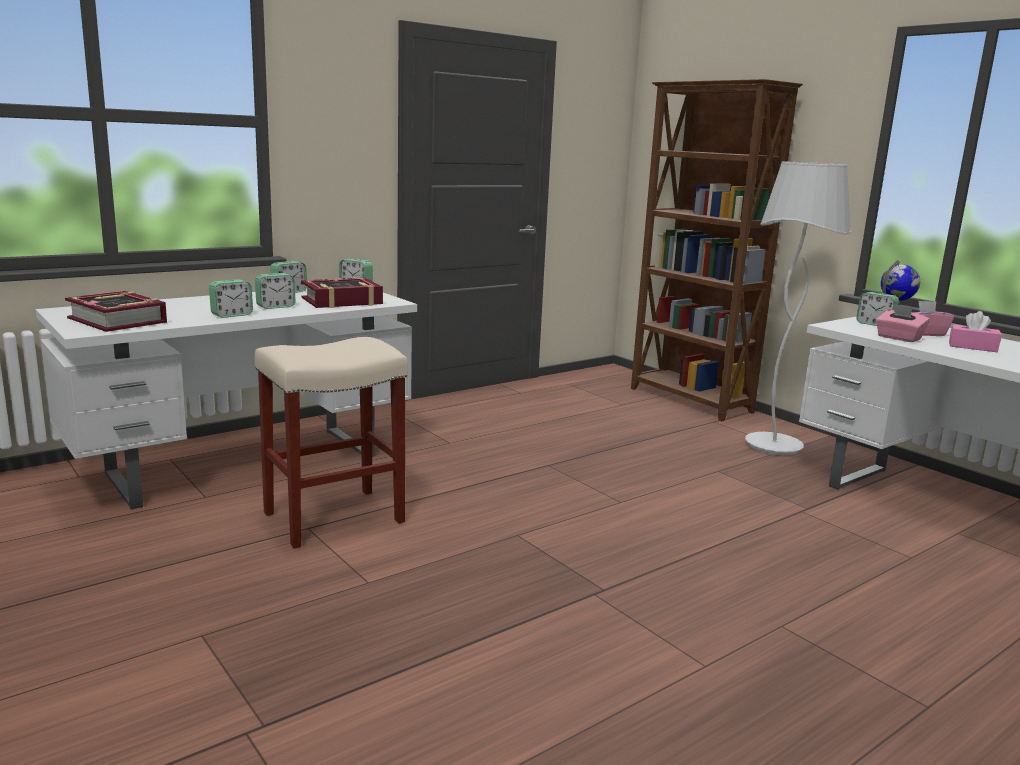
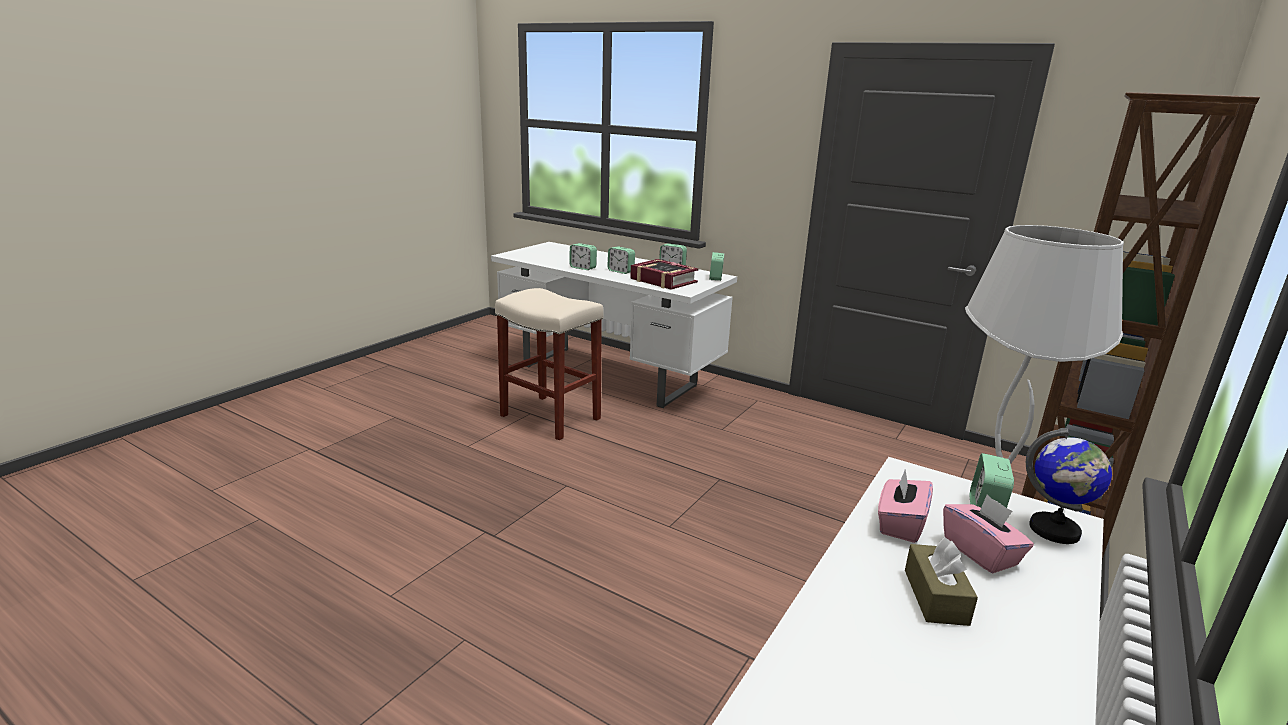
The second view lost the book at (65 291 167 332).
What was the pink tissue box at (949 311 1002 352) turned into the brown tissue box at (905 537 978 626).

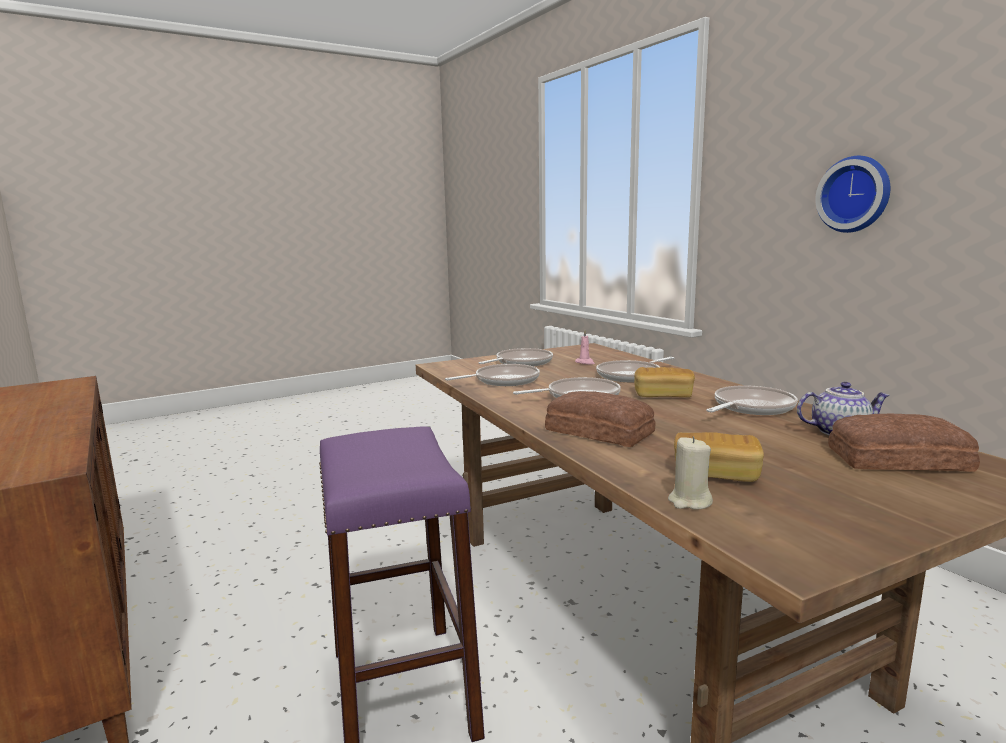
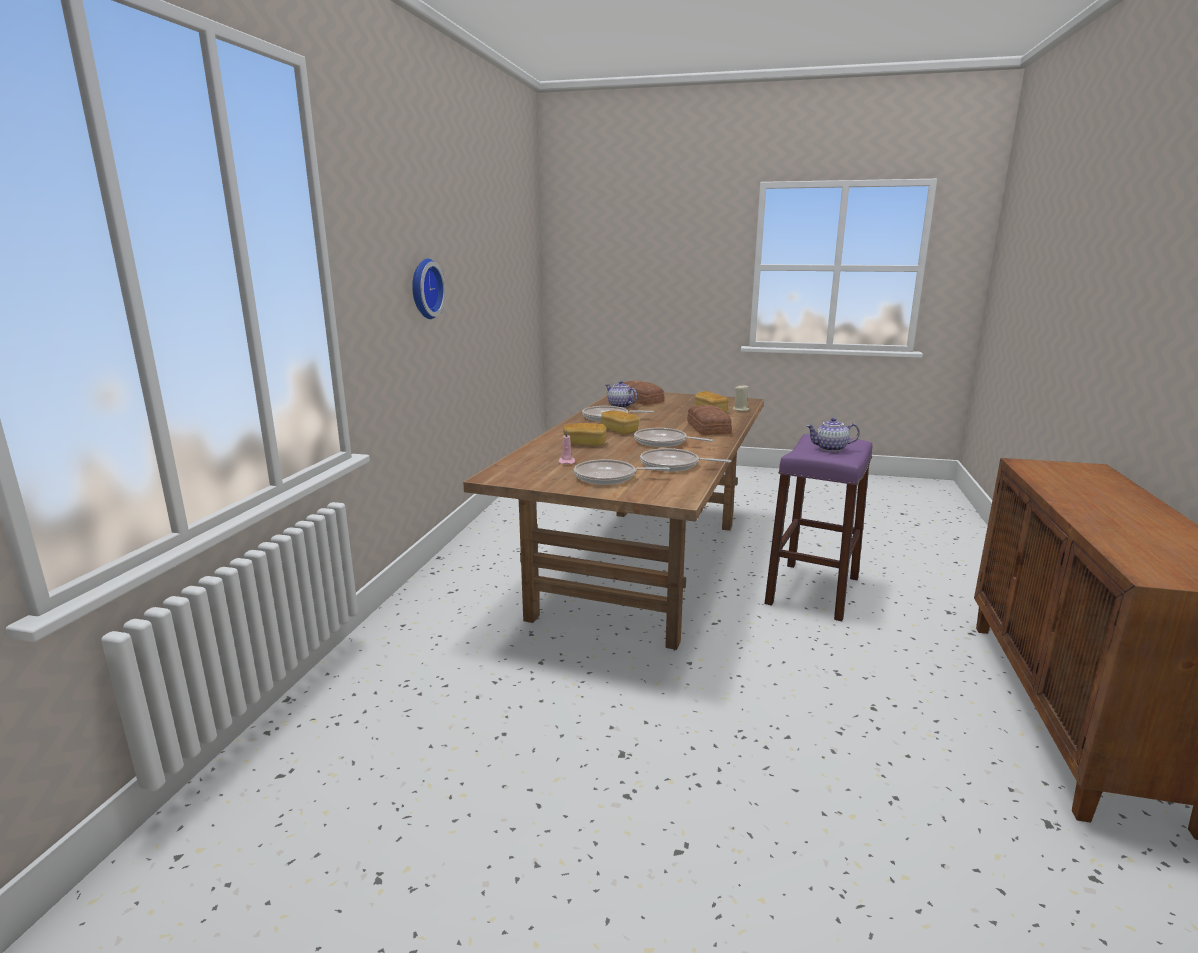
Where the frying pan stood at (596 357 674 382), the bread came to stand at (563 423 607 446).
The second view gained the teapot at (807 418 860 452).

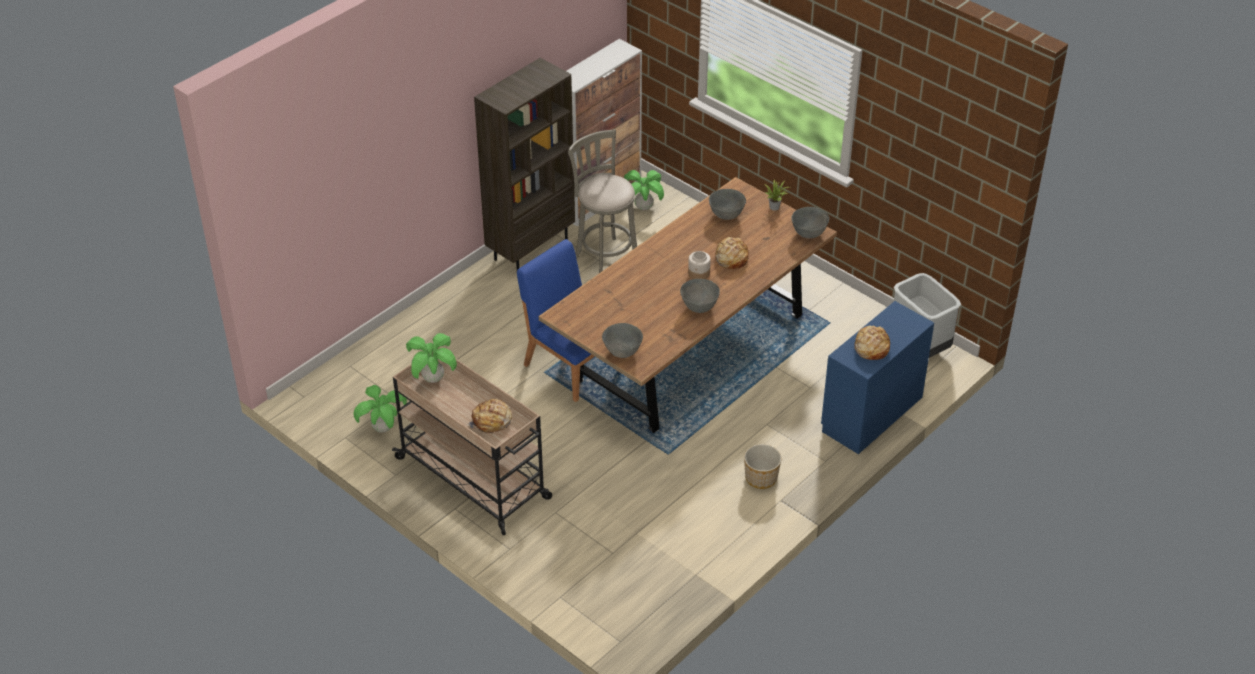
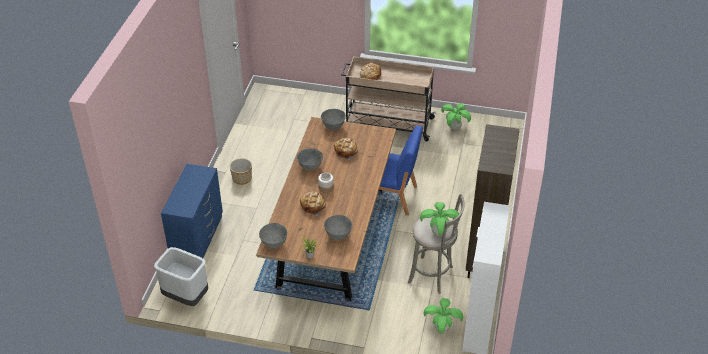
The bread ended up elsewhere, having gone from (854 325 890 360) to (334 138 358 160).
The potted plant ended up elsewhere, having gone from (406 333 457 383) to (420 202 460 236).

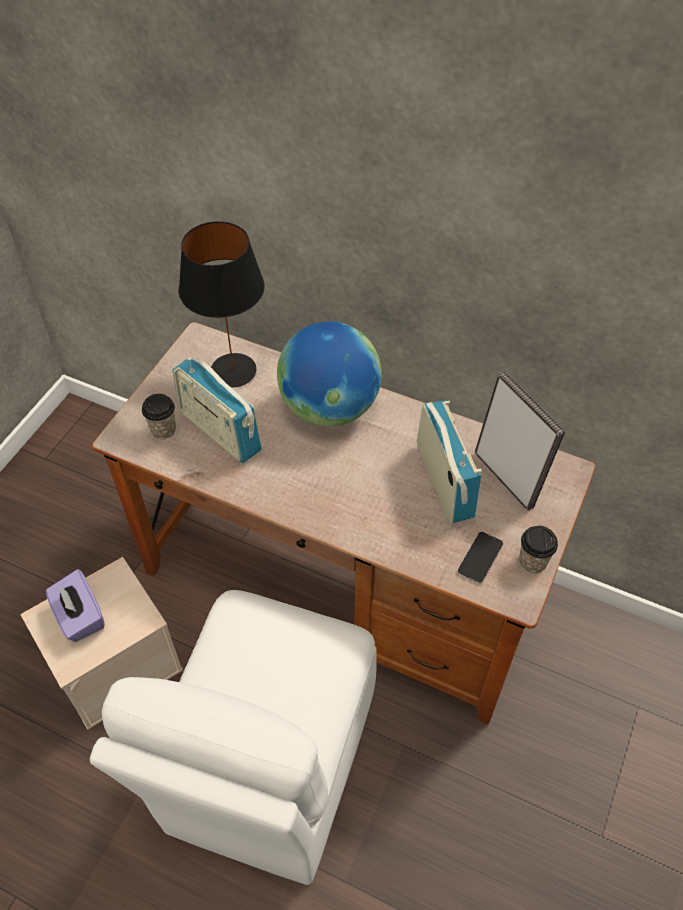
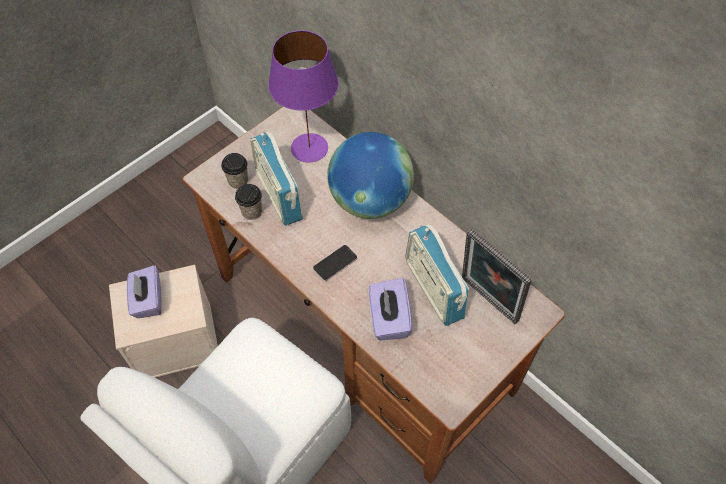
What was the black table lamp at (179 221 265 387) turned into the purple table lamp at (268 30 339 163).
The picture frame at (475 372 565 511) ended up facing another way, 150 degrees clockwise from before.
The radio at (417 400 482 523) ended up facing another way, 150 degrees clockwise from before.
The cup ended up elsewhere, having gone from (519 526 558 574) to (235 184 262 220).
The phone ended up elsewhere, having gone from (457 531 504 584) to (313 245 357 281).
The second view gained the purple tissue box at (369 278 412 341).

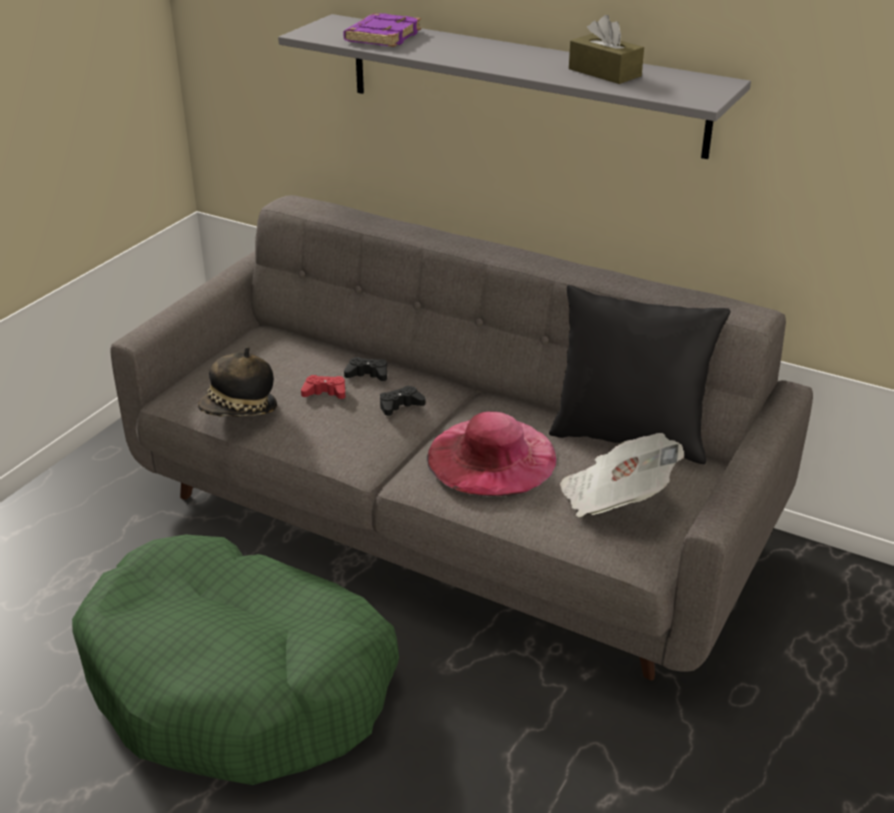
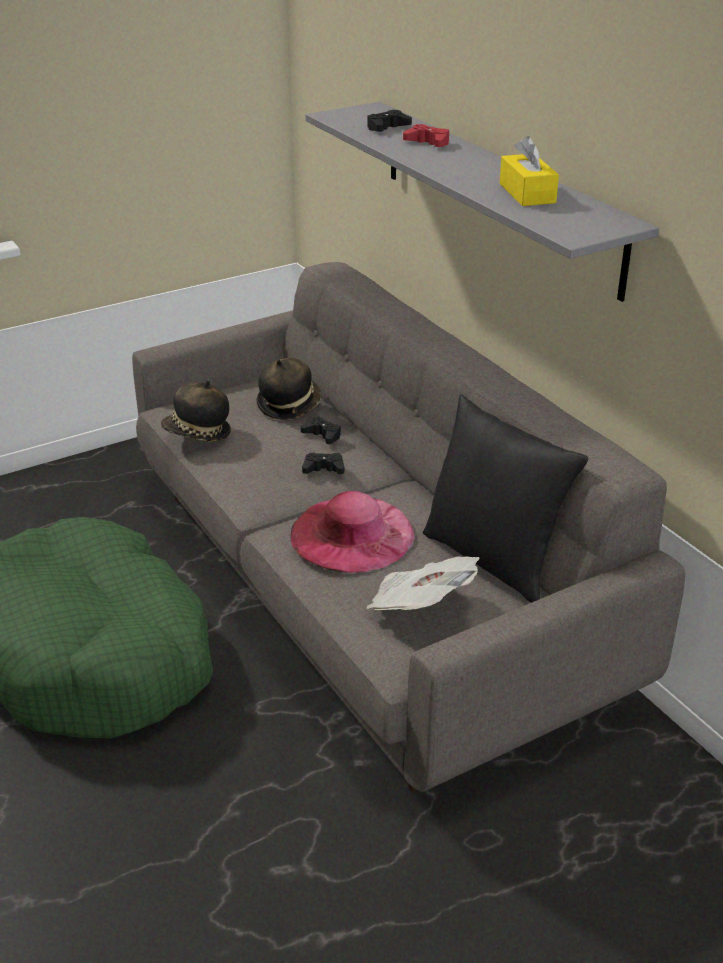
Where the purple book stood at (343 13 421 47), the black game controller came to stand at (367 110 412 132).
What was the brown tissue box at (569 15 644 84) turned into the yellow tissue box at (500 136 559 206).
The red game controller ended up elsewhere, having gone from (301 375 345 399) to (403 124 449 147).
The second view gained the hat at (256 358 321 420).

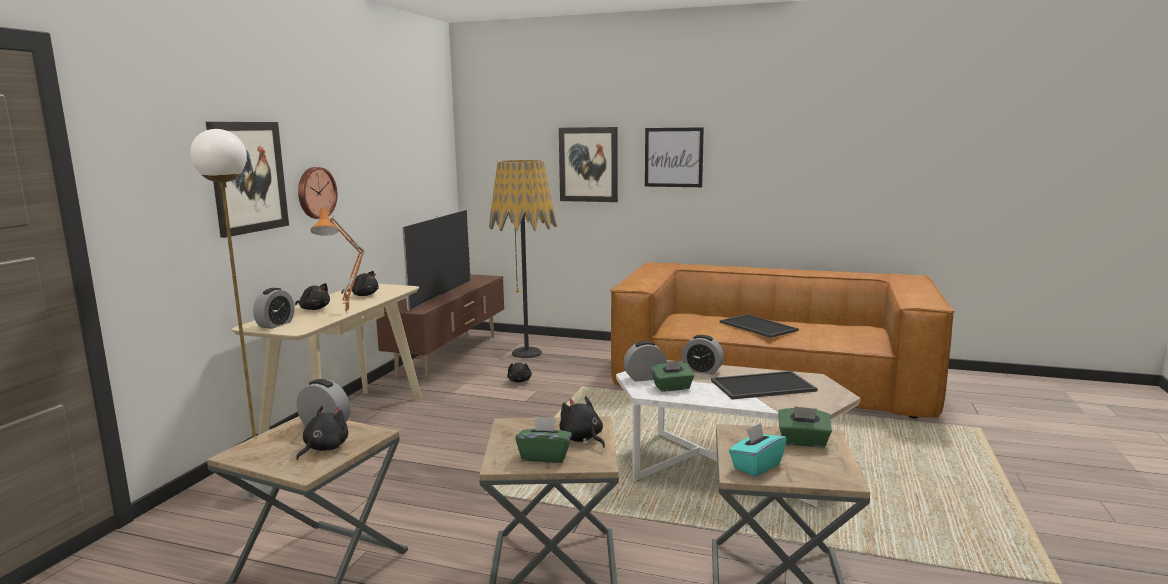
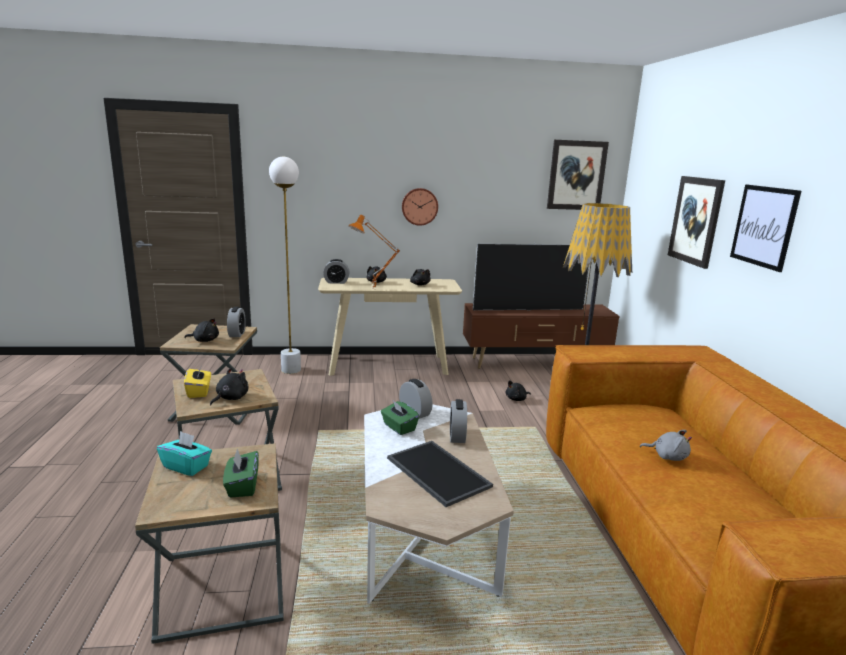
The picture ended up elsewhere, having gone from (206 122 289 238) to (547 140 609 210).
Where the tray stood at (720 314 799 338), the grey plush toy came to stand at (640 430 692 461).
What was the green tissue box at (515 416 572 463) turned into the yellow tissue box at (184 365 211 398).

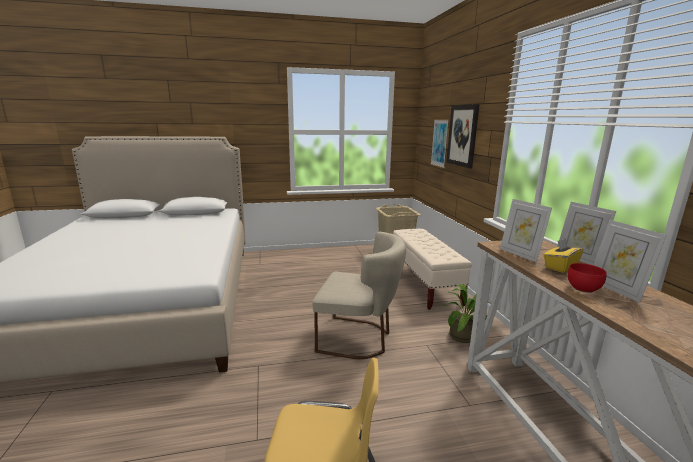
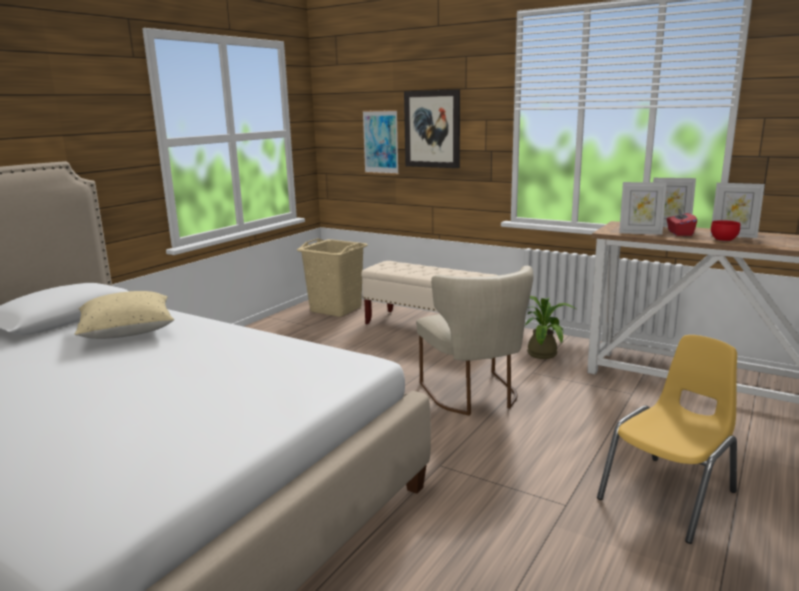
The beige chair at (312 232 406 359) ended up facing another way, 105 degrees clockwise from before.
What was the yellow tissue box at (544 238 583 273) turned into the red tissue box at (666 207 697 236).
The second view gained the beige pillow at (75 291 174 339).

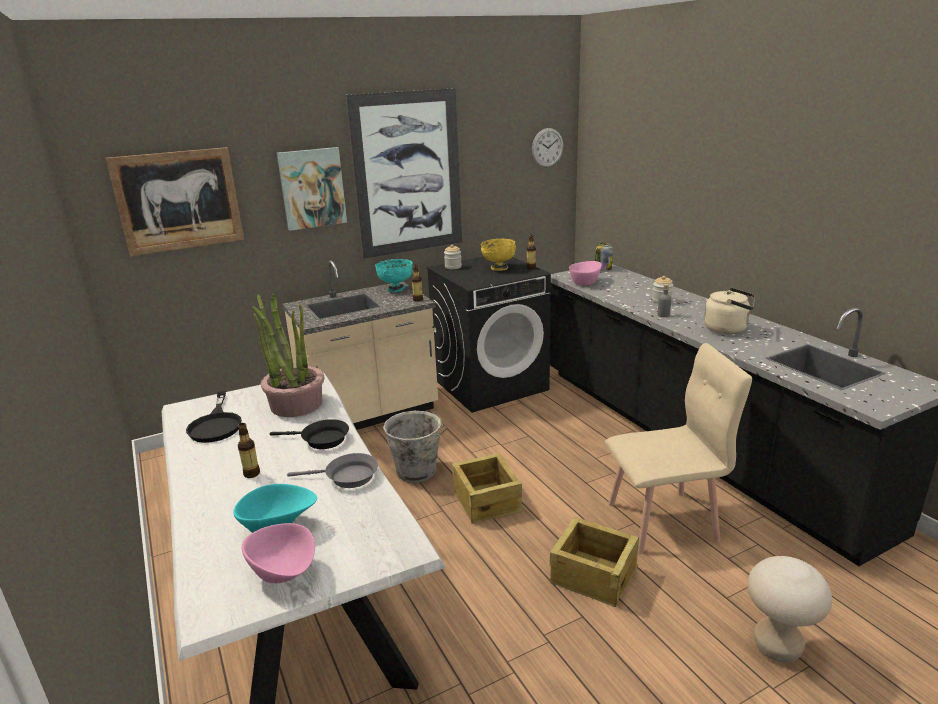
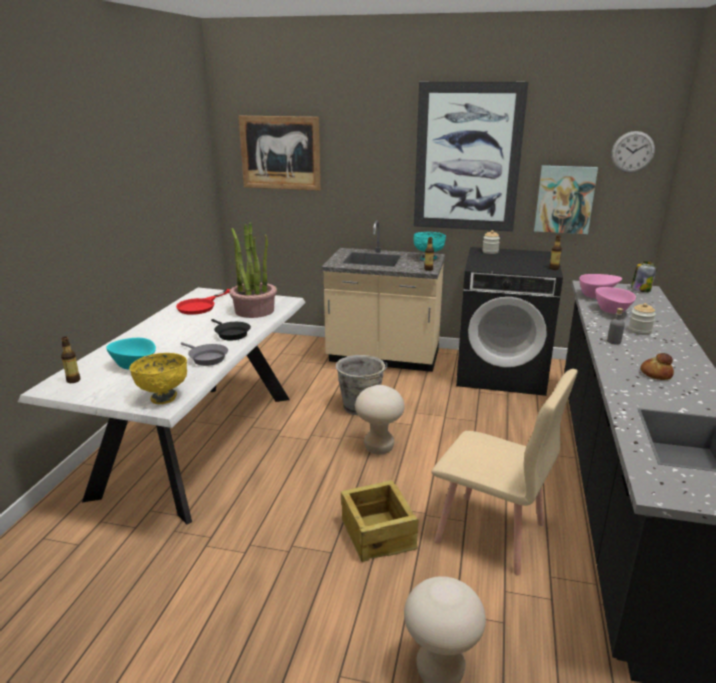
The picture ended up elsewhere, having gone from (277 147 347 231) to (534 165 598 234).
The yellow bowl ended up elsewhere, having gone from (481 239 516 271) to (130 353 187 404).
Where the beige kettle stood at (704 288 755 334), the bread came to stand at (640 353 674 380).
What was the black frying pan at (186 391 242 443) turned into the red frying pan at (176 289 230 315).
The bottle ended up elsewhere, having gone from (238 423 260 478) to (61 337 80 383).
Where the crate stood at (452 453 523 524), the beige stool came to stand at (355 385 405 455).
The pink bowl ended up elsewhere, having gone from (242 523 315 583) to (595 287 636 314).

